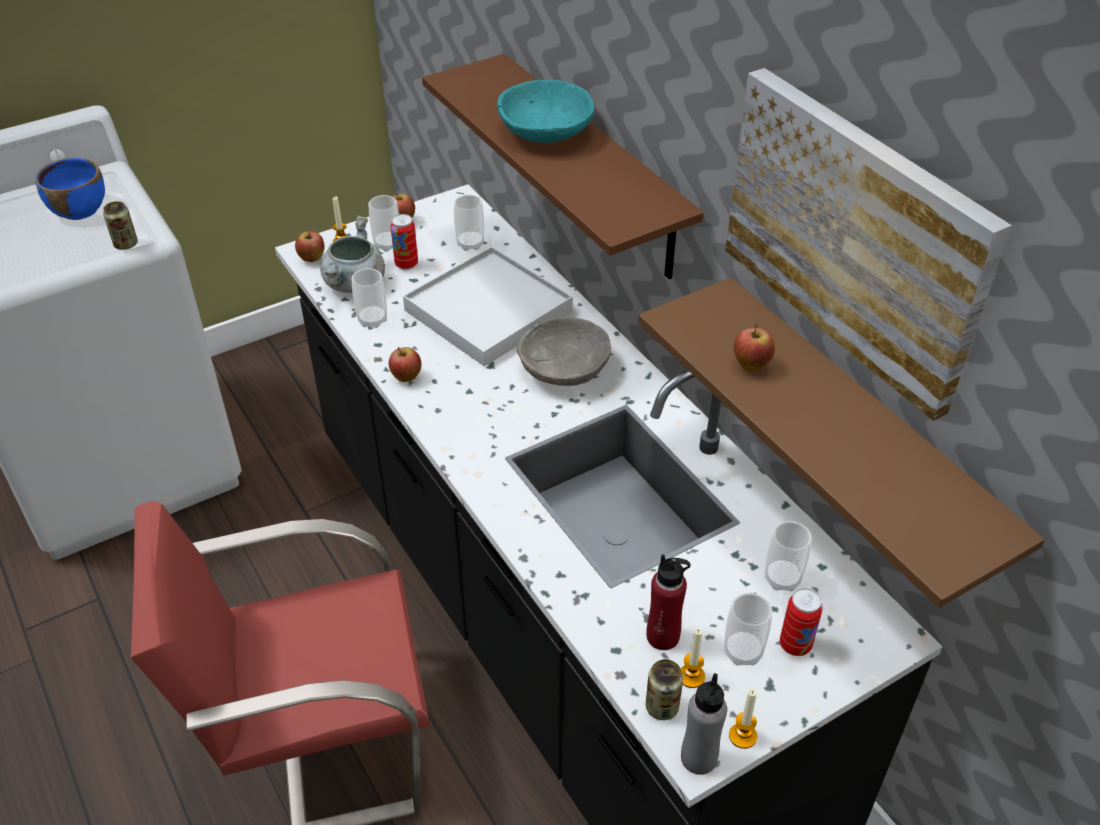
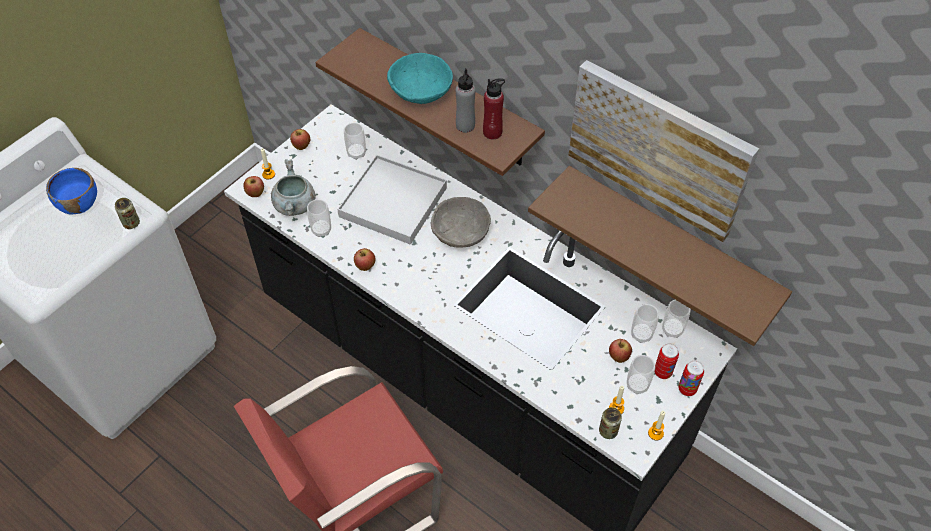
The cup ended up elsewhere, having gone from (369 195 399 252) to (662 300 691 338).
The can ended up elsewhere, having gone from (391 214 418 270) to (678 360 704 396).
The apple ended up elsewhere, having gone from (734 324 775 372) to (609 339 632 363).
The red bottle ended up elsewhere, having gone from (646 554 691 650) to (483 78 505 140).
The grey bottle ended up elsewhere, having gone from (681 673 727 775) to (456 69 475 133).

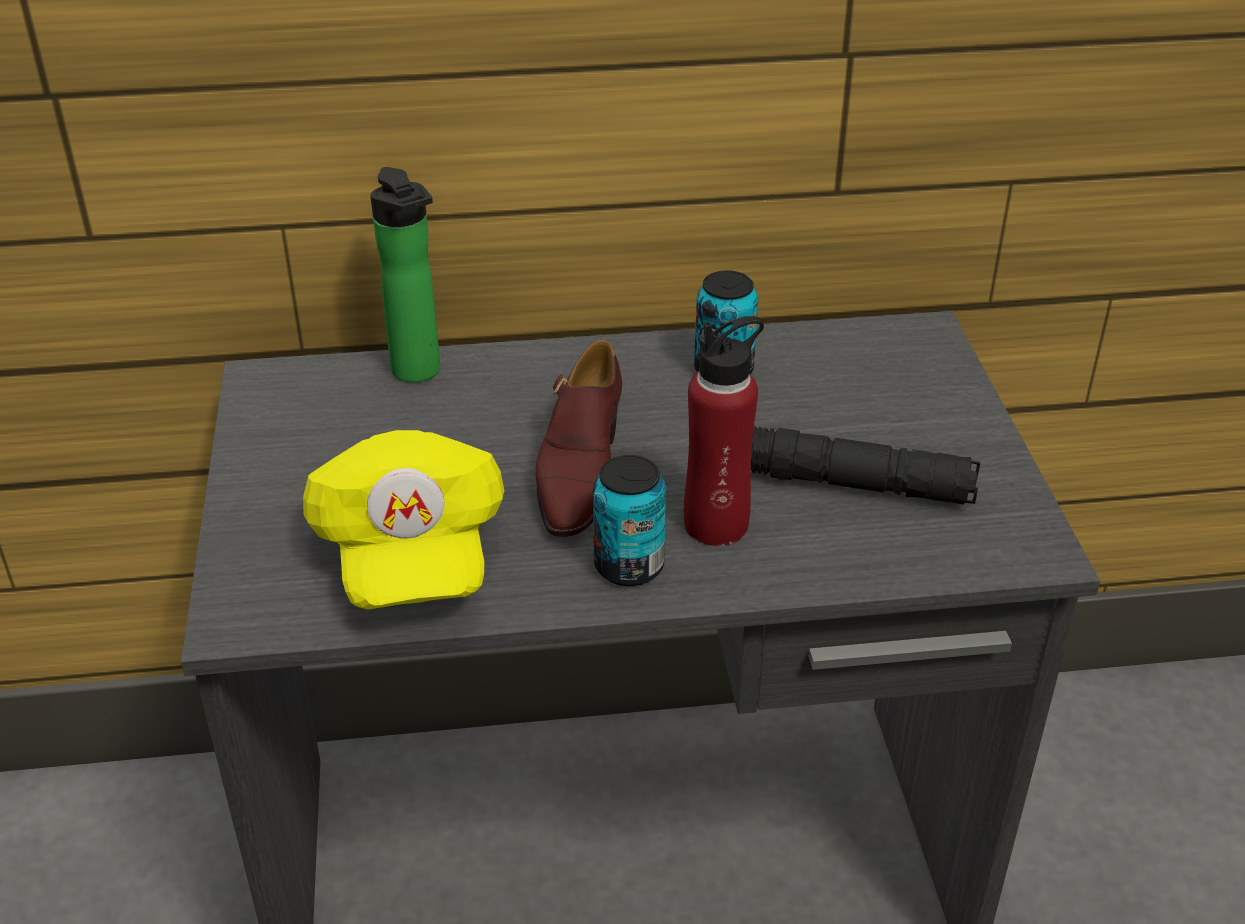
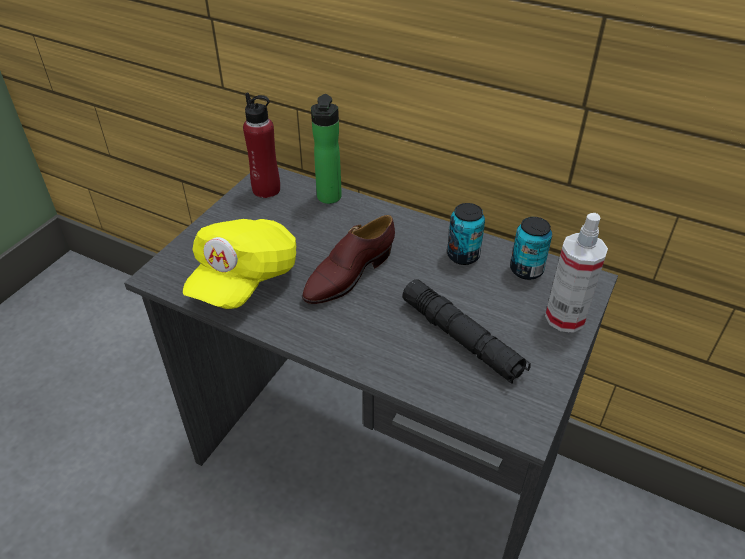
The red bottle ended up elsewhere, having gone from (684 316 764 546) to (243 93 280 198).
The can ended up elsewhere, having gone from (593 455 666 586) to (510 217 552 280).
The second view gained the spray bottle at (545 213 608 333).

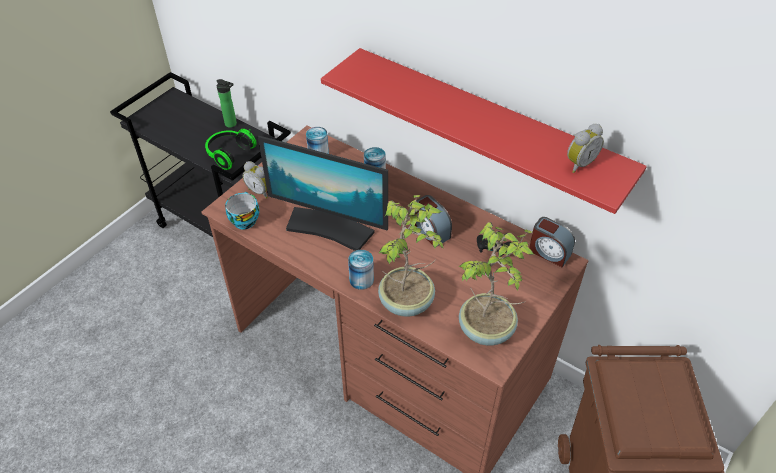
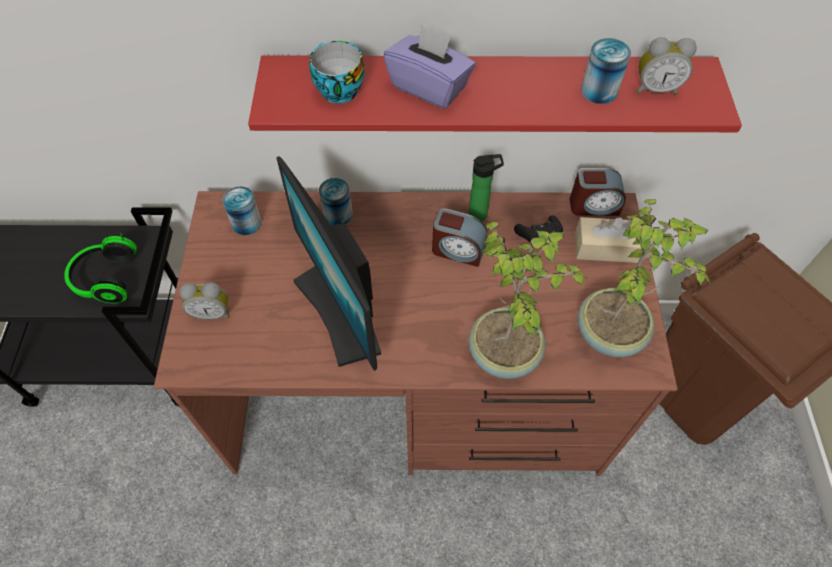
The bottle ended up elsewhere, having gone from (216 79 237 128) to (468 154 504 221).
The alarm clock at (567 124 604 173) ended up facing another way, 75 degrees clockwise from before.
The monitor at (258 136 388 251) ended up facing another way, 75 degrees clockwise from before.
The cup ended up elsewhere, having gone from (225 192 259 230) to (309 41 364 103).
The can ended up elsewhere, having gone from (348 250 374 290) to (581 38 631 104).
The second view gained the purple tissue box at (383 25 475 108).
The second view gained the beige tissue box at (575 217 642 263).

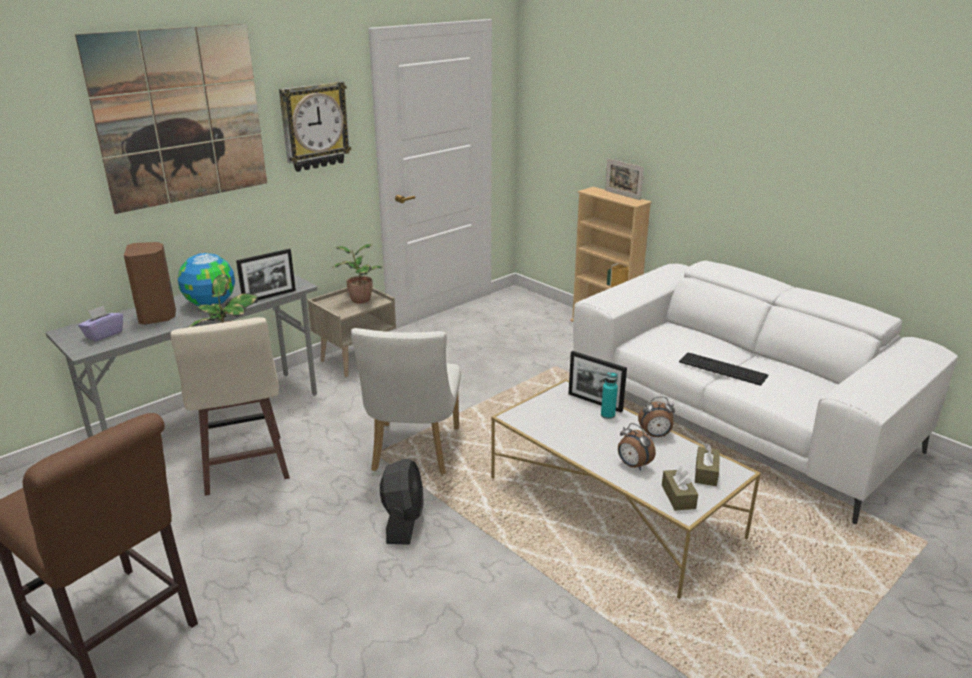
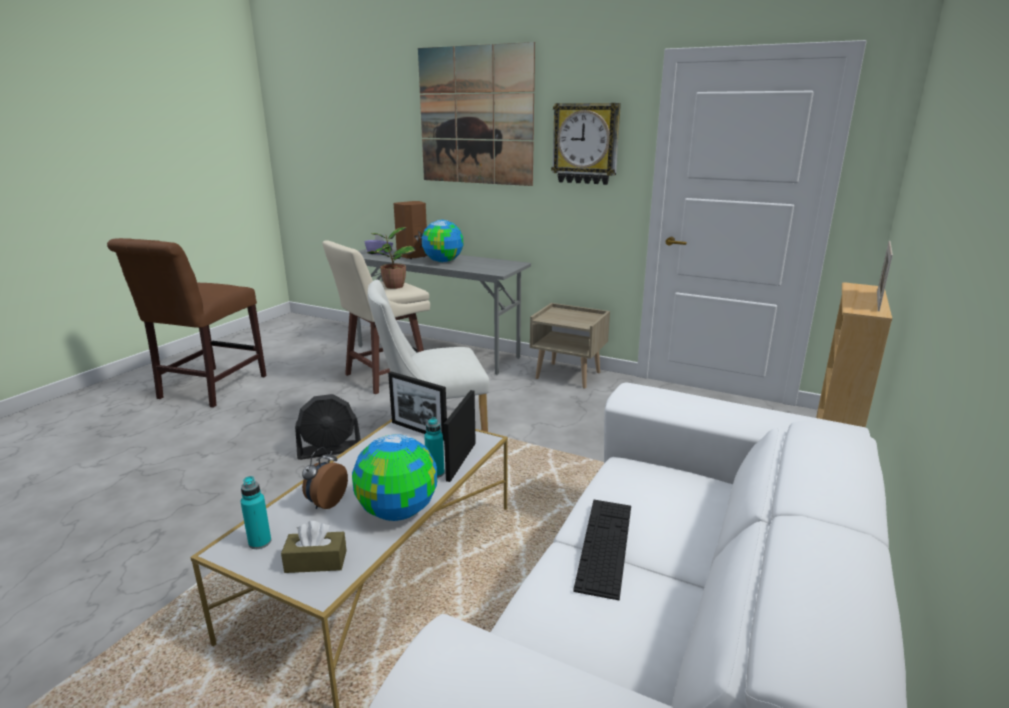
The second view lost the potted plant at (332 244 383 304).
The picture frame ended up elsewhere, having gone from (236 249 296 300) to (388 371 447 441).
Where the alarm clock stood at (638 396 675 437), the globe came to stand at (352 434 437 521).
Where the brown tissue box stood at (662 466 698 511), the turquoise bottle came to stand at (241 476 271 549).

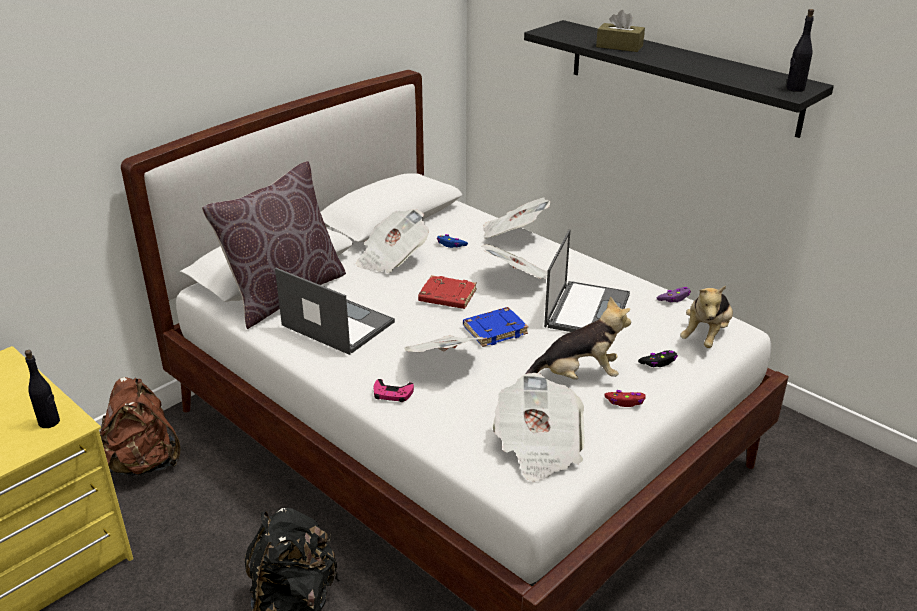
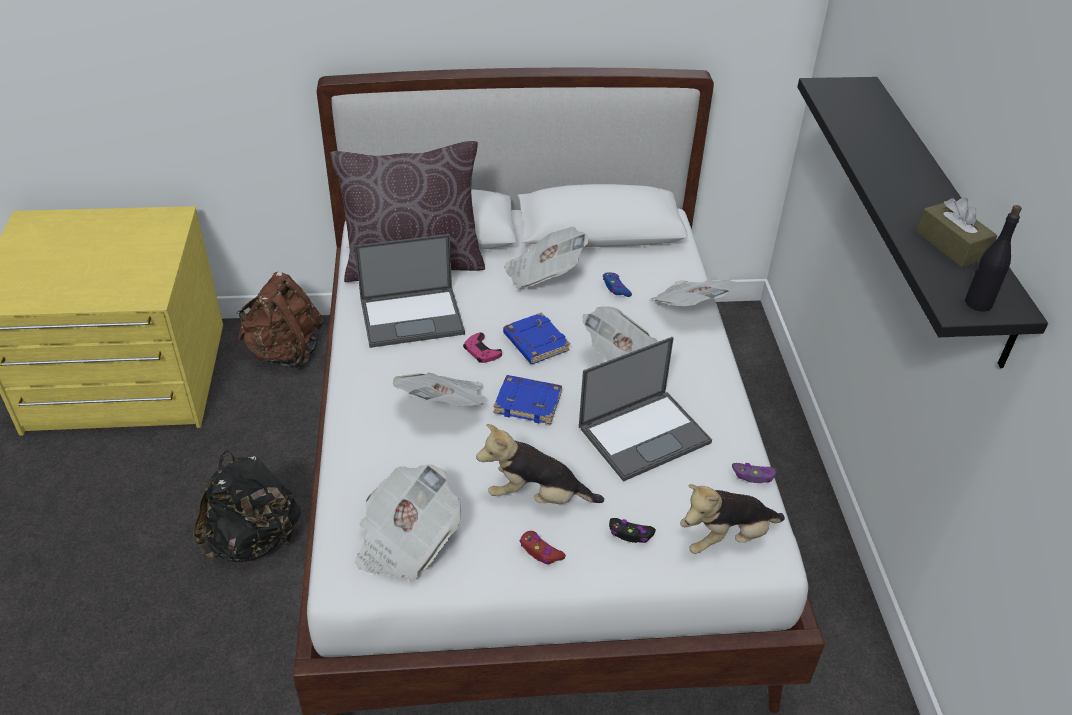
The brown tissue box ended up elsewhere, having gone from (596 10 645 52) to (917 197 997 267).
The laptop at (275 268 395 355) ended up facing another way, 90 degrees clockwise from before.
What was the red book at (418 275 477 309) turned into the blue book at (503 312 570 364).
The plush toy at (524 296 631 380) ended up facing another way, 150 degrees clockwise from before.
The second view lost the black bottle at (25 350 60 428).
The pink game controller ended up elsewhere, having gone from (374 379 414 402) to (463 332 502 363).

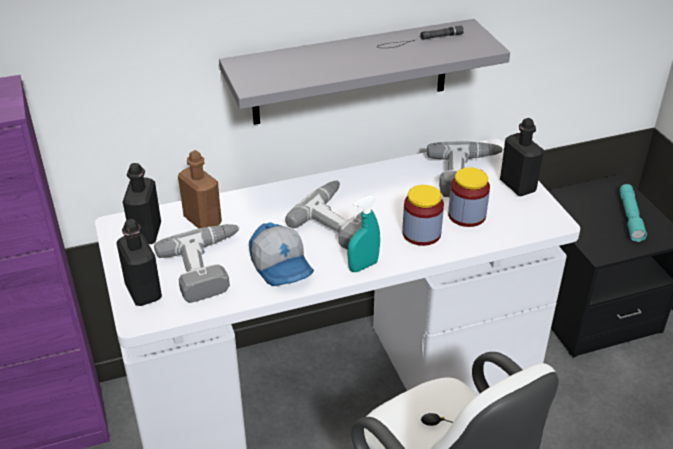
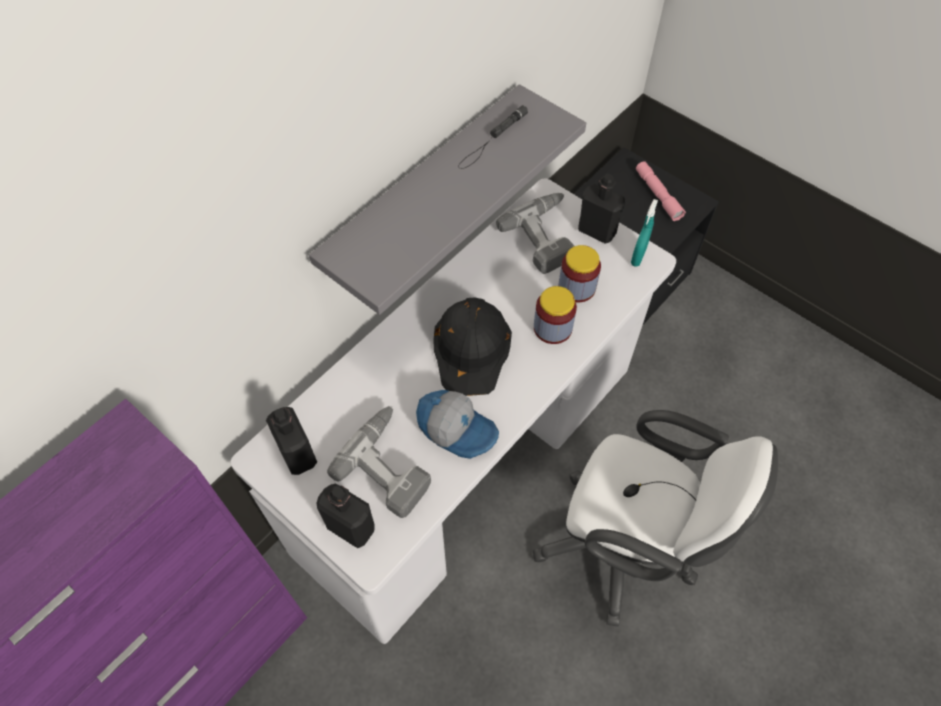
The second view lost the brown bottle at (178 150 222 229).
Where the power drill stood at (285 181 377 250), the black hard hat came to stand at (433 298 512 396).
What was the turquoise flashlight at (620 184 647 242) turned into the pink flashlight at (636 161 686 221).
The turquoise spray bottle ended up elsewhere, having gone from (347 196 380 272) to (631 199 658 267).

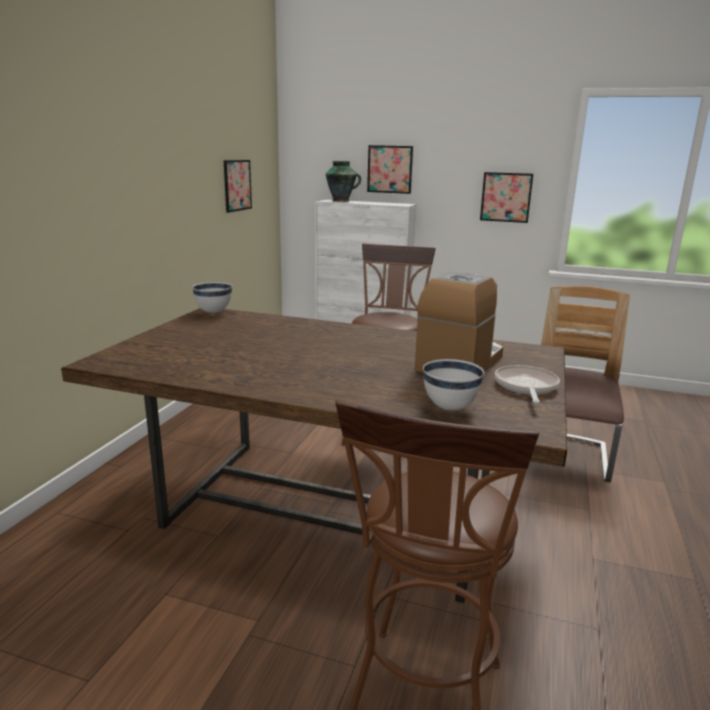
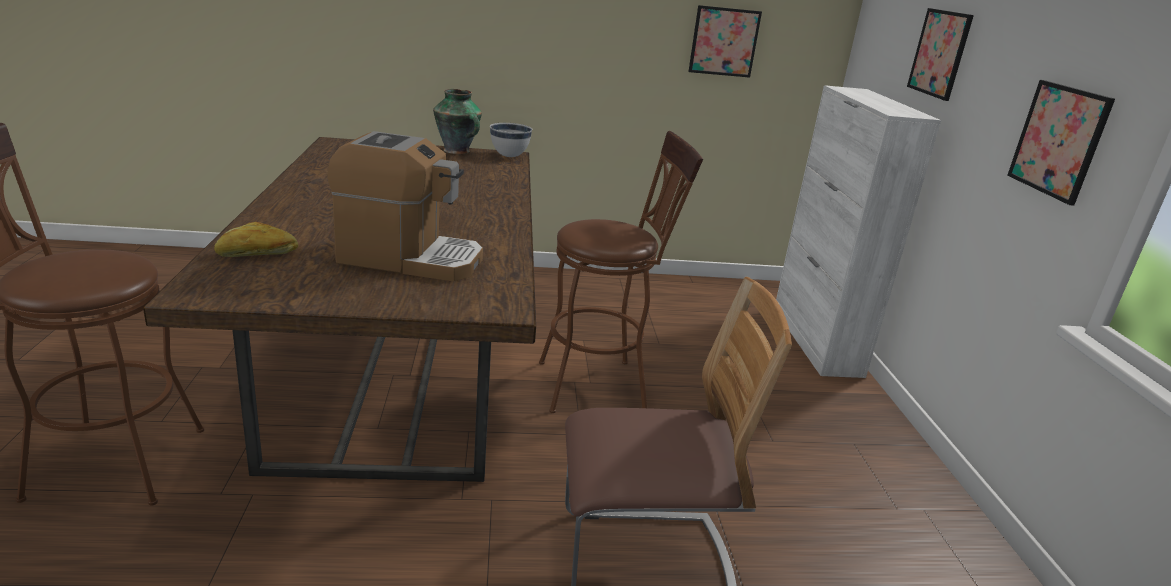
The vase ended up elsewhere, having gone from (326 161 361 202) to (433 89 482 154).
Where the white bowl stood at (423 359 484 410), the bread came to stand at (214 222 298 257).
The second view lost the frying pan at (495 365 560 403).

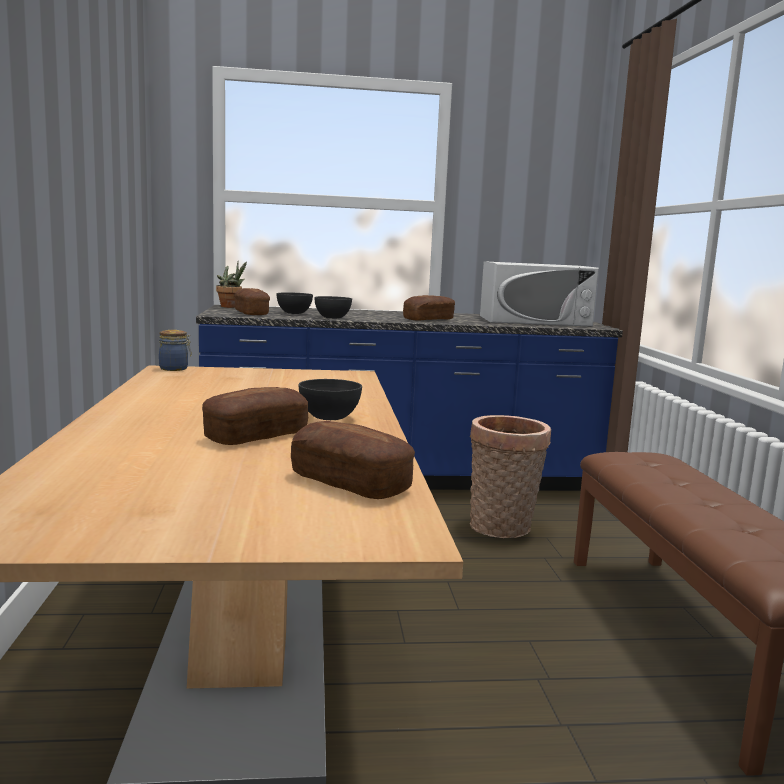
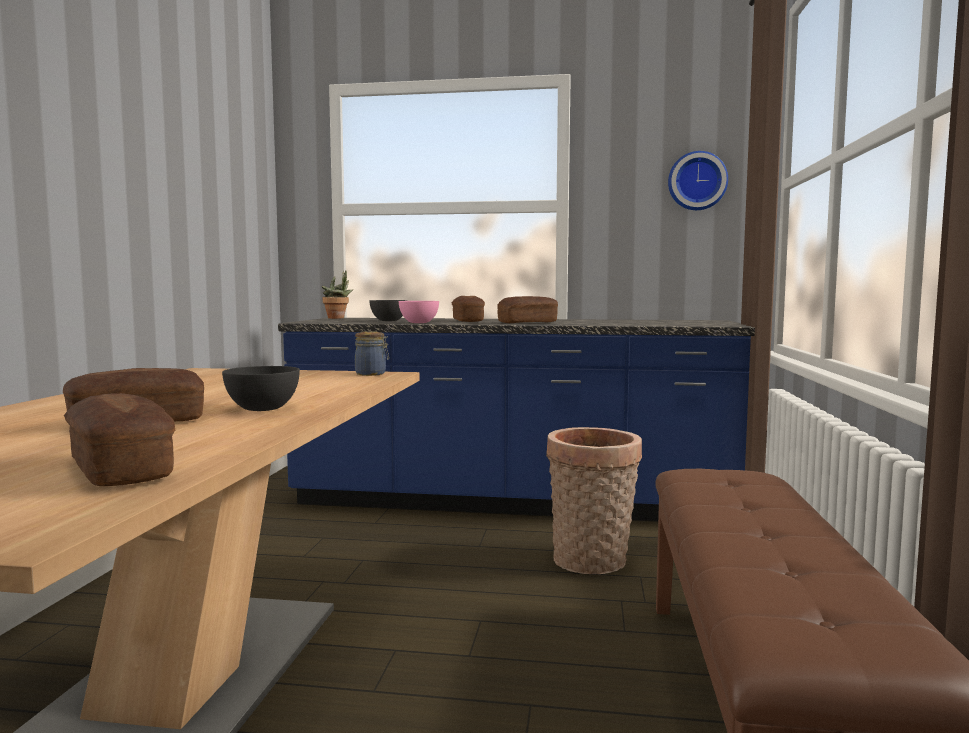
The second view lost the white microwave at (480 261 599 327).
The bread ended up elsewhere, having gone from (234 288 270 315) to (452 296 485 322).
What was the grey bowl at (314 296 352 319) turned into the pink bowl at (399 301 439 323).
The jar ended up elsewhere, having gone from (159 330 192 371) to (355 331 389 376).
The second view gained the wall clock at (668 151 728 210).

